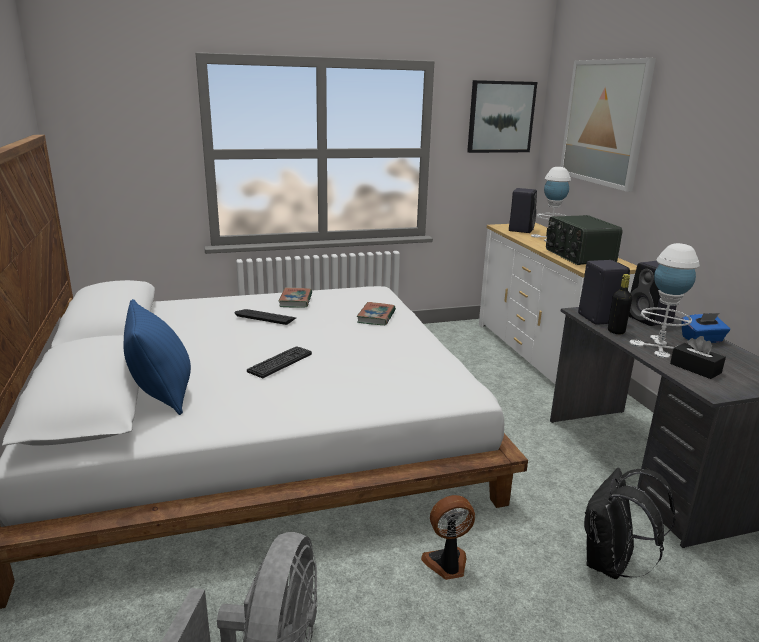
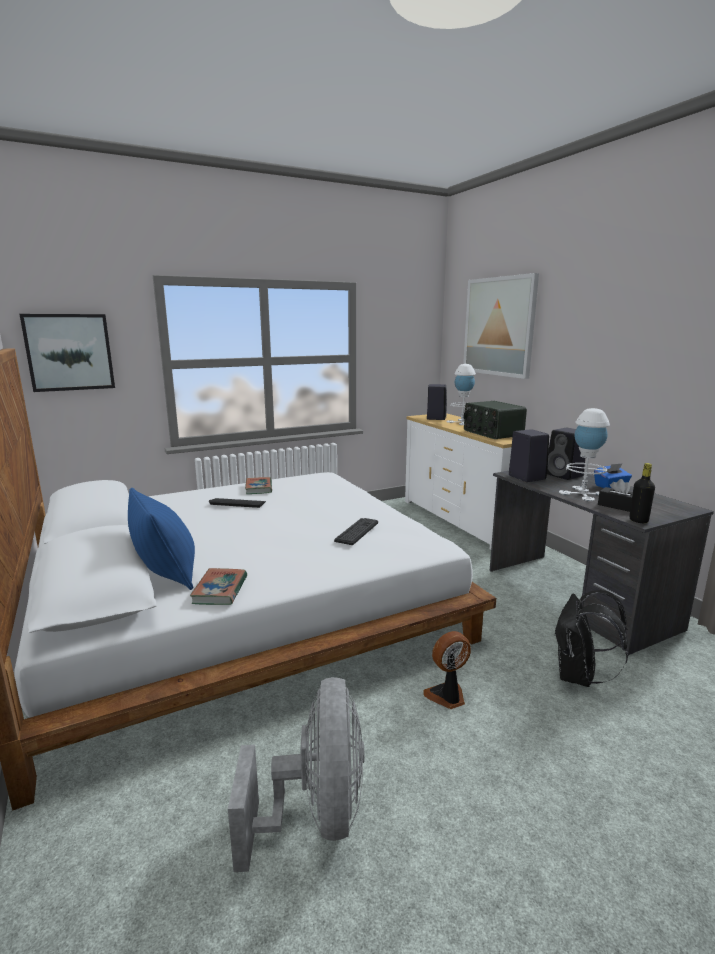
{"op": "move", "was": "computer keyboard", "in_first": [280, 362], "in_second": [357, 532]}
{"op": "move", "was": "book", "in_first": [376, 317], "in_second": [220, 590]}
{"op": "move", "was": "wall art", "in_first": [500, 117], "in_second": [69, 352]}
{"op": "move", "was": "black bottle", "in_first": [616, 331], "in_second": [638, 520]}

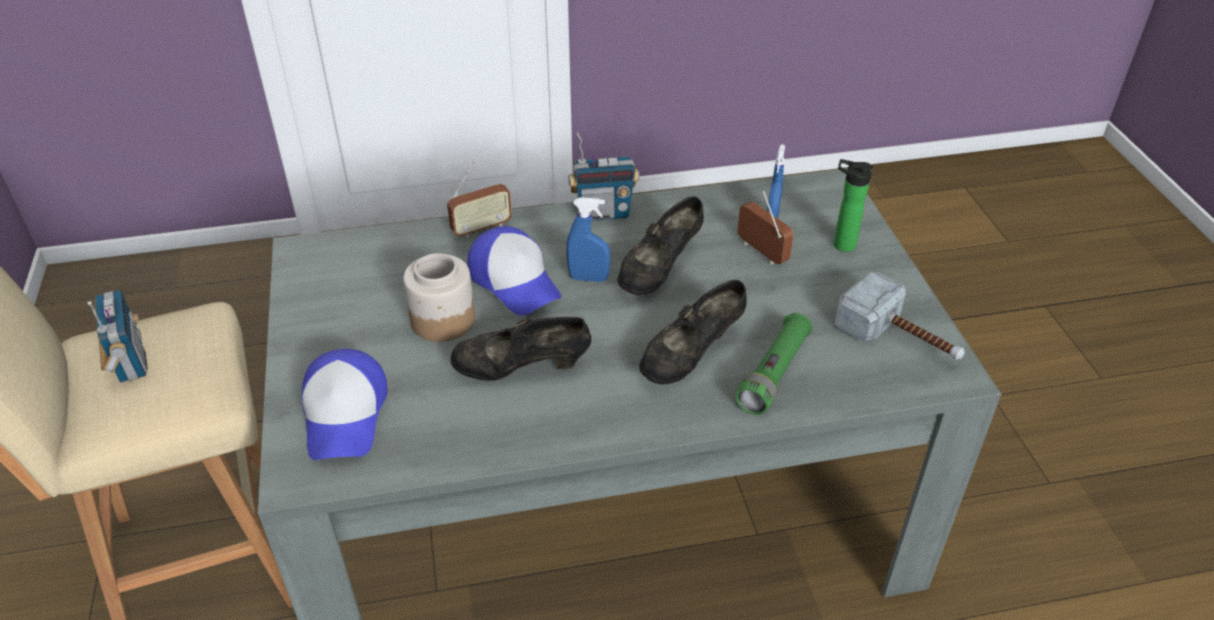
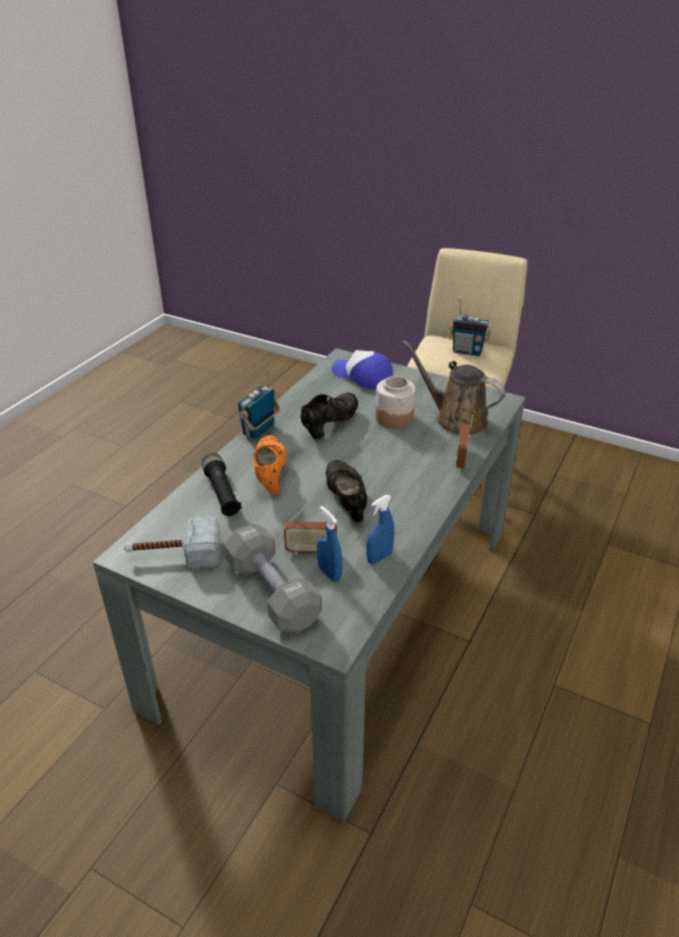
{"op": "delete", "was": "cap", "in_first": [515, 281]}
{"op": "move", "was": "blue spray bottle", "in_first": [588, 278], "in_second": [379, 557]}
{"op": "move", "was": "radio set", "in_first": [603, 213], "in_second": [259, 430]}
{"op": "recolor", "was": "black low shoe", "now": "orangey low shoe", "in_first": [691, 356], "in_second": [270, 474]}
{"op": "recolor", "was": "green-coloured torch", "now": "black torch", "in_first": [774, 374], "in_second": [222, 493]}
{"op": "replace", "was": "bottle", "now": "gray hand weight", "in_first": [840, 244], "in_second": [272, 593]}
{"op": "insert", "now": "brown-coloured watering can", "in_second": [456, 419]}

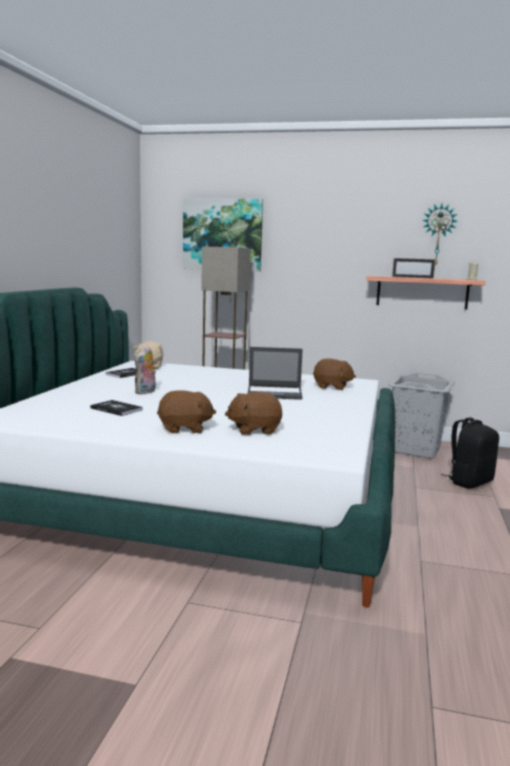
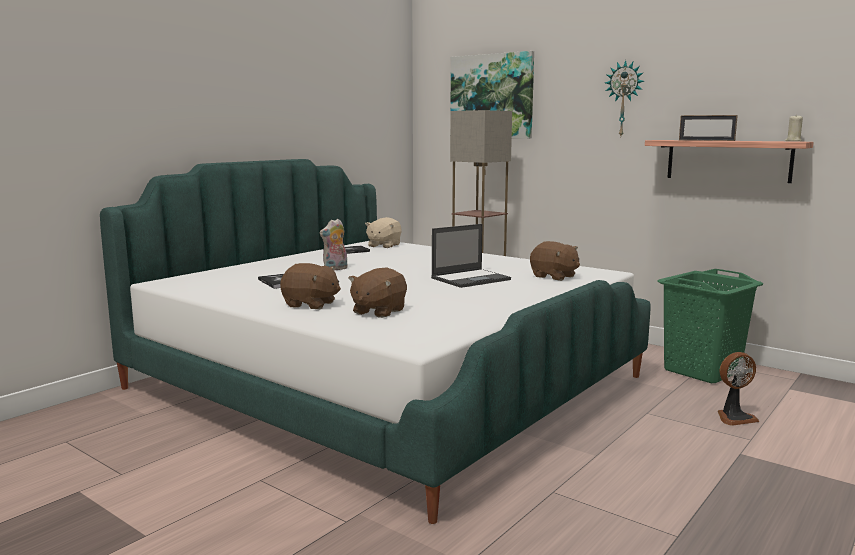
{"op": "rotate", "was": "brown-coloured cuddly toy", "in_first": [254, 430], "in_second": [378, 311], "clockwise": -75}
{"op": "rotate", "was": "notebook computer", "in_first": [275, 393], "in_second": [471, 279], "clockwise": -60}
{"op": "recolor", "was": "gray hamper", "now": "green-coloured hamper", "in_first": [416, 450], "in_second": [702, 371]}
{"op": "move", "was": "wall clock", "in_first": [438, 235], "in_second": [624, 99]}
{"op": "replace", "was": "black rucksack", "now": "electric fan", "in_first": [469, 482], "in_second": [734, 417]}

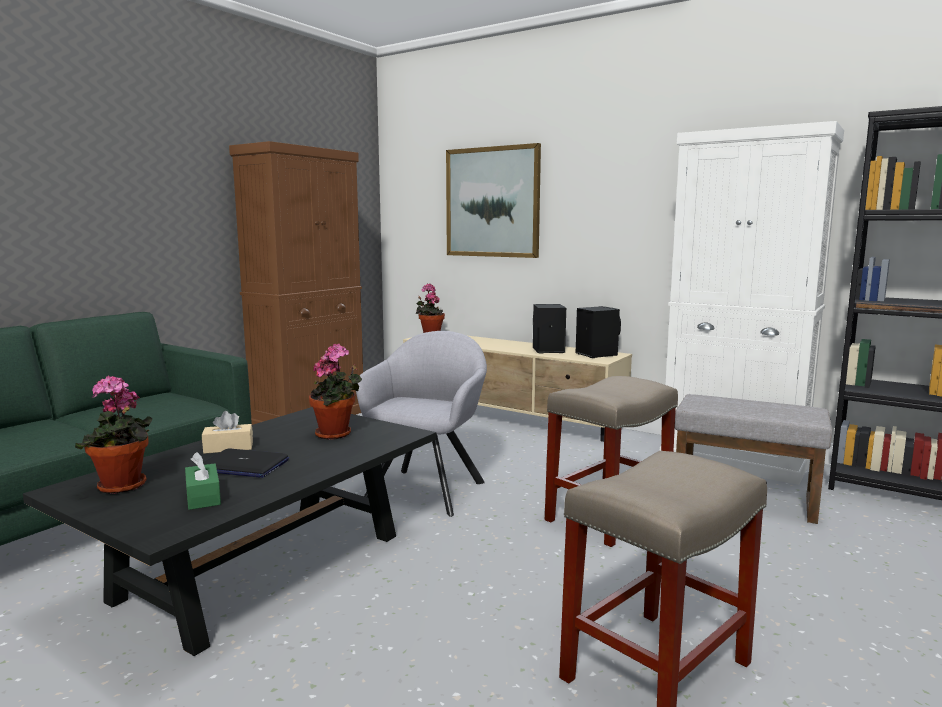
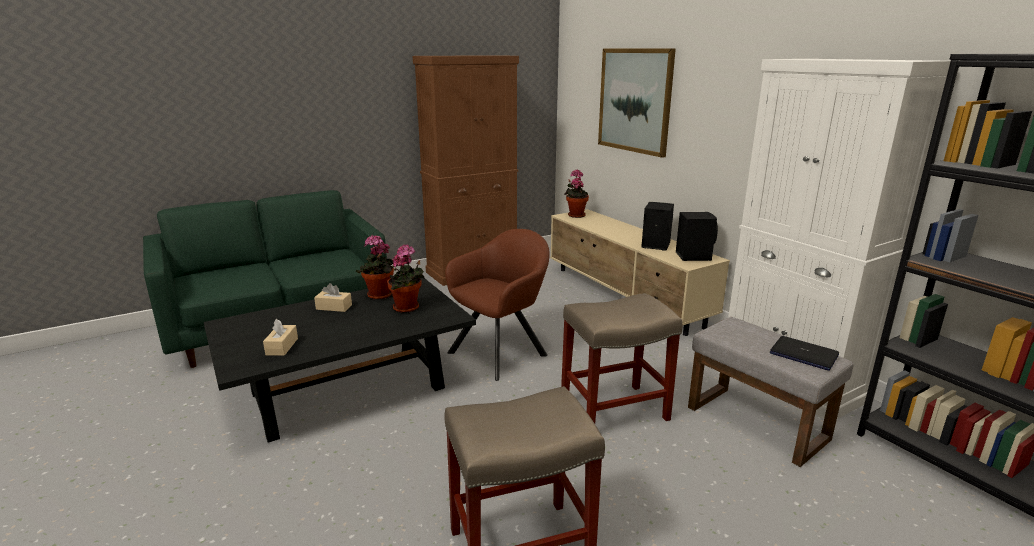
{"op": "move", "was": "plant in a pot", "in_first": [122, 487], "in_second": [379, 296]}
{"op": "recolor", "was": "green-coloured box of tissues", "now": "beige box of tissues", "in_first": [203, 497], "in_second": [282, 346]}
{"op": "move", "was": "notebook computer", "in_first": [243, 465], "in_second": [803, 354]}
{"op": "recolor", "was": "gray lounge chair", "now": "brown-coloured lounge chair", "in_first": [429, 488], "in_second": [502, 352]}

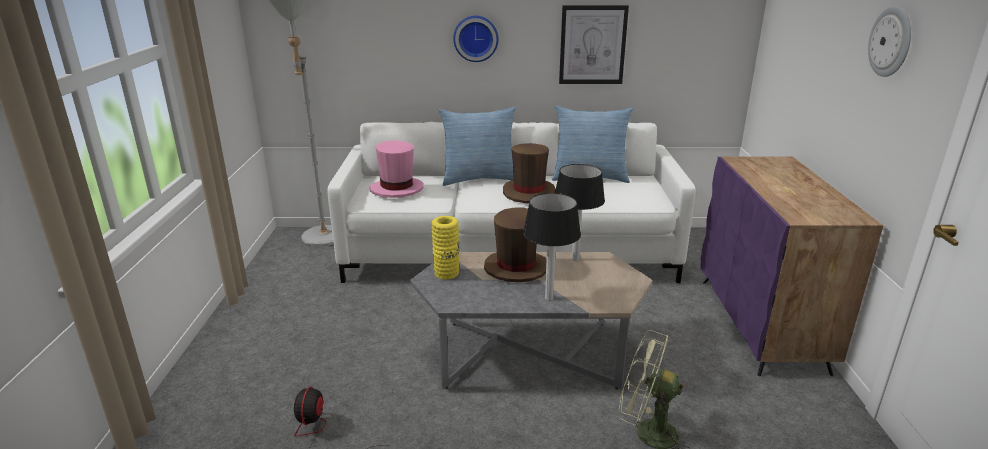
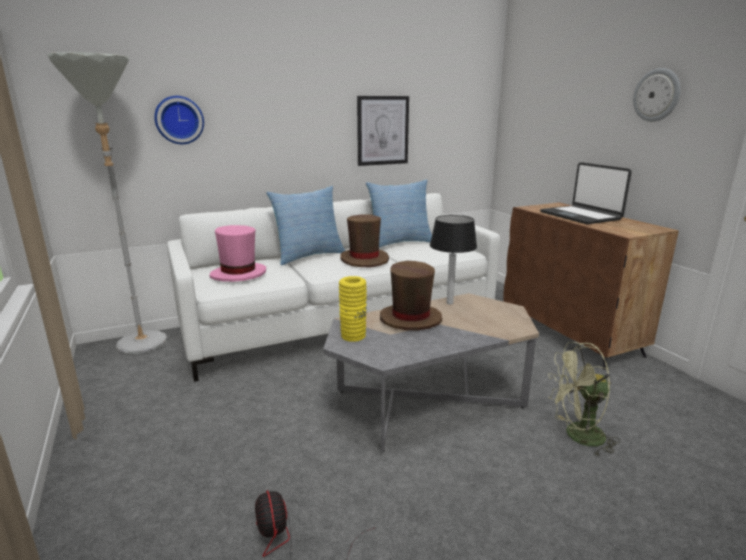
{"op": "move", "was": "wall clock", "in_first": [476, 38], "in_second": [179, 120]}
{"op": "delete", "was": "table lamp", "in_first": [549, 298]}
{"op": "recolor", "was": "purple storage cabinet", "now": "brown-coloured storage cabinet", "in_first": [761, 324], "in_second": [570, 334]}
{"op": "insert", "now": "notebook computer", "in_second": [580, 216]}

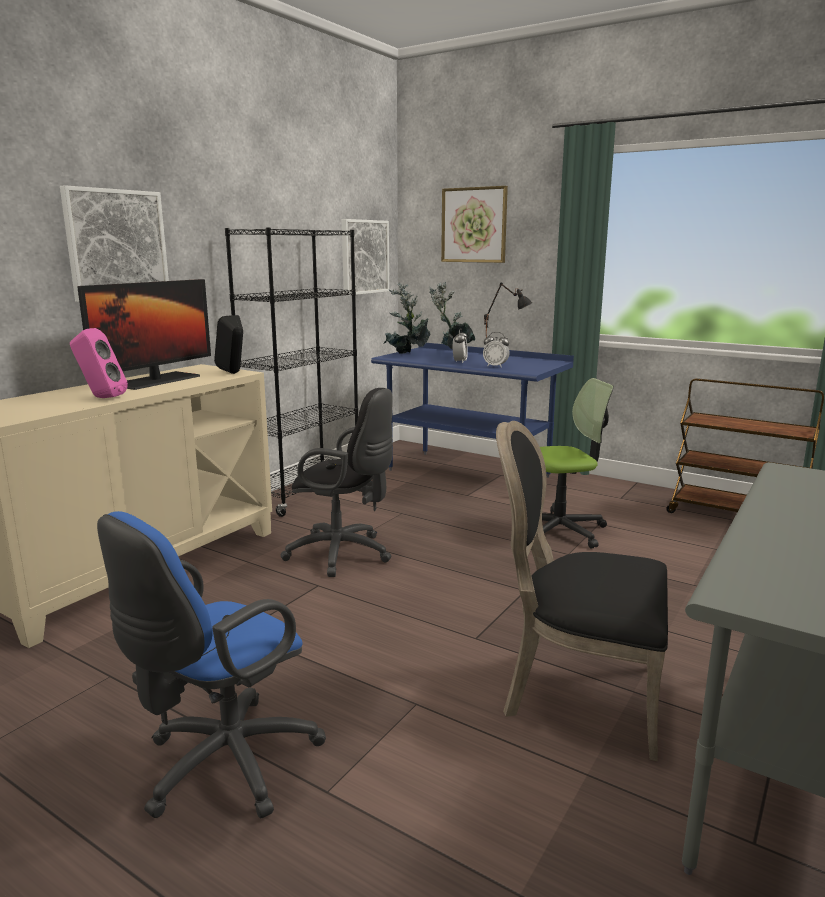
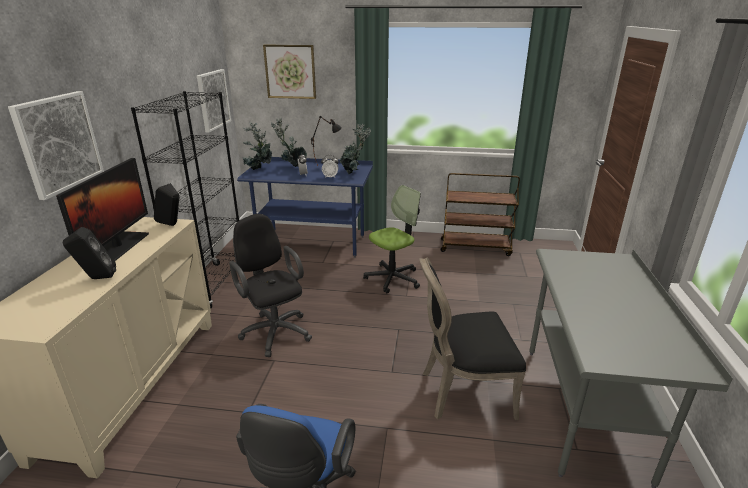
{"op": "recolor", "was": "pink-coloured speaker", "now": "black speaker", "in_first": [101, 397], "in_second": [96, 278]}
{"op": "rotate", "was": "black desk chair", "in_first": [344, 554], "in_second": [274, 330], "clockwise": -120}
{"op": "insert", "now": "plant in a pot", "in_second": [354, 173]}

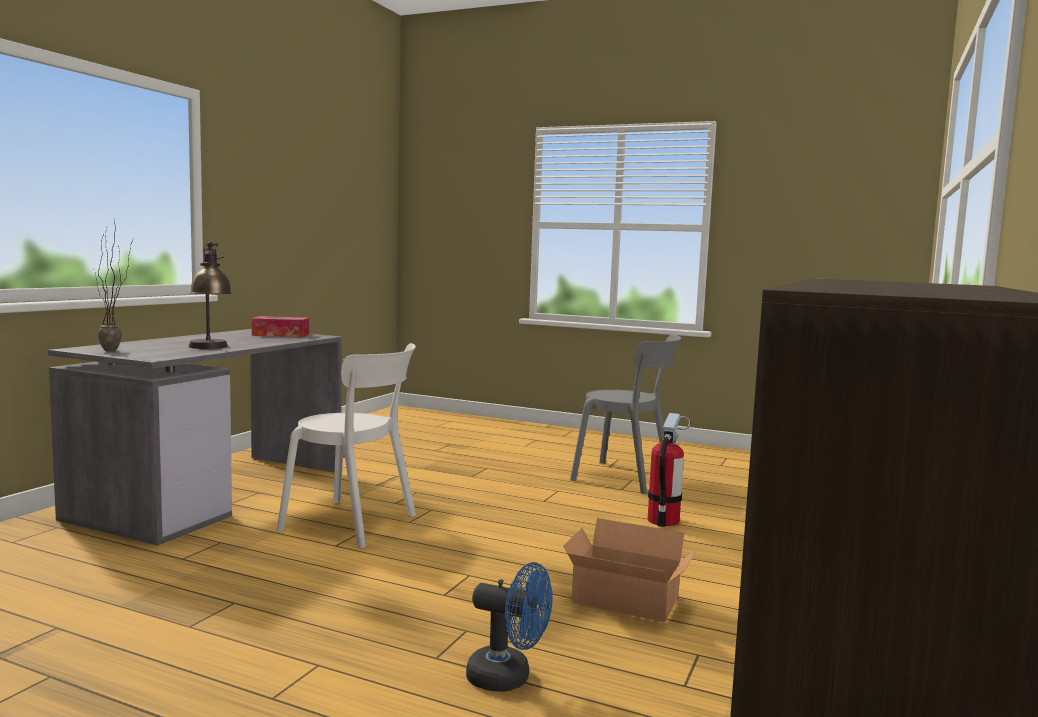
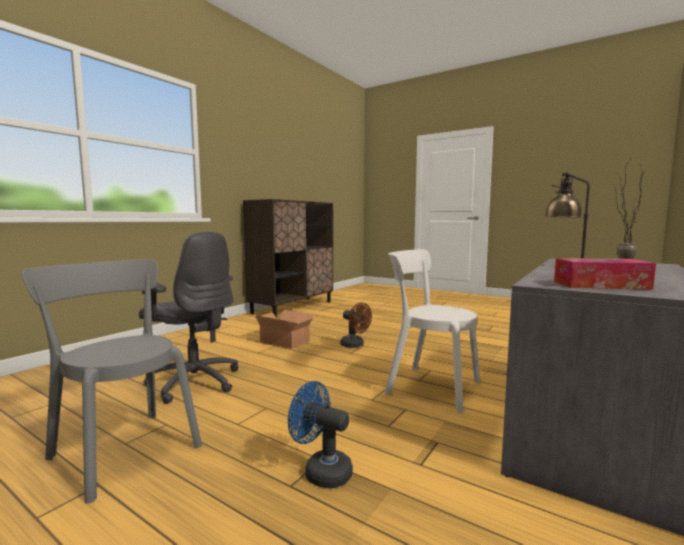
{"op": "move", "was": "blue electric fan", "in_first": [508, 678], "in_second": [321, 471]}
{"op": "replace", "was": "extinguisher", "now": "gray desk chair", "in_first": [663, 521], "in_second": [194, 382]}
{"op": "insert", "now": "brown-coloured electric fan", "in_second": [355, 345]}

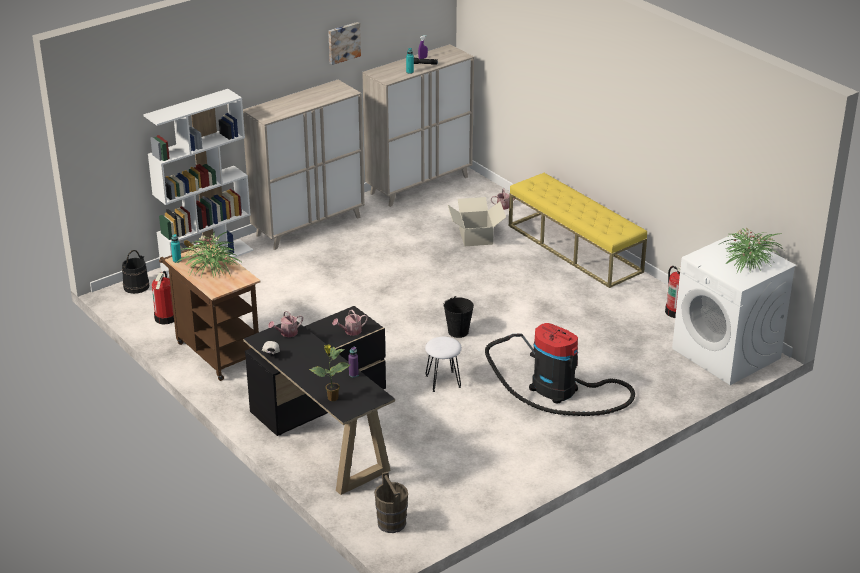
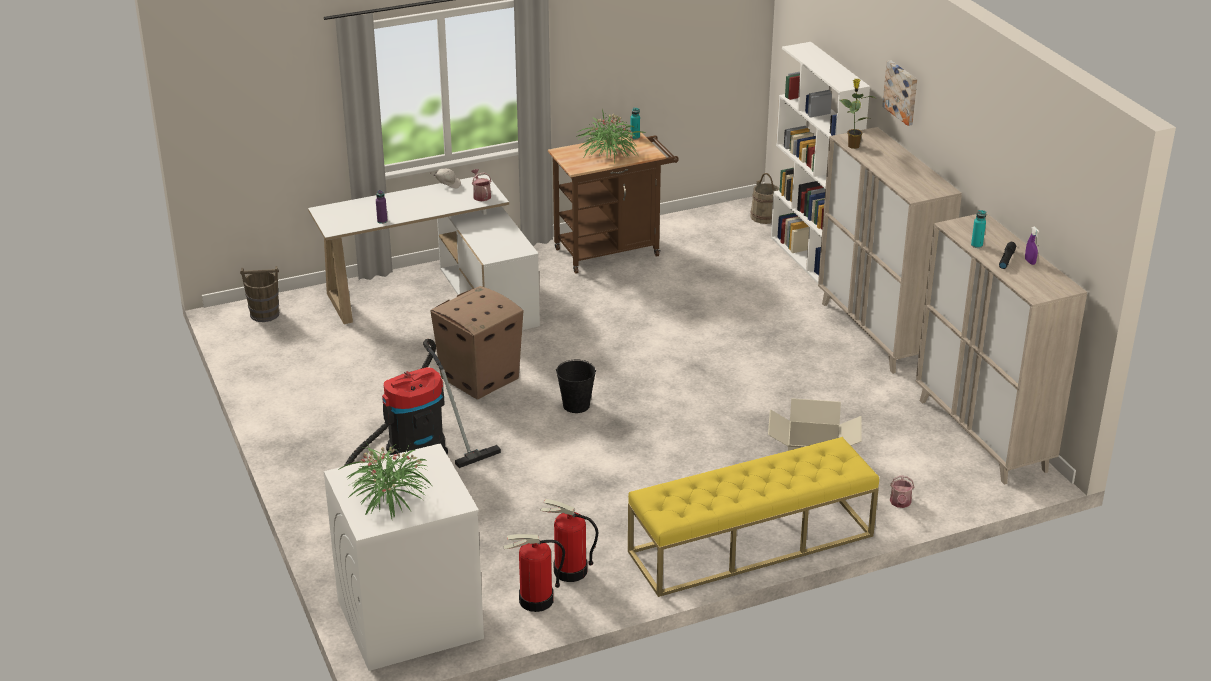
{"op": "recolor", "was": "black bucket", "now": "beige bucket", "in_first": [136, 286], "in_second": [765, 216]}
{"op": "move", "was": "extinguisher", "in_first": [166, 318], "in_second": [570, 571]}
{"op": "recolor", "was": "black desk table", "now": "white desk table", "in_first": [326, 427], "in_second": [439, 298]}
{"op": "move", "was": "plant in a pot", "in_first": [332, 398], "in_second": [853, 145]}
{"op": "move", "was": "wall art", "in_first": [343, 42], "in_second": [902, 92]}
{"op": "delete", "was": "watering can", "in_first": [350, 331]}
{"op": "replace", "was": "white sitting stool", "now": "cardboard box", "in_first": [443, 381], "in_second": [479, 378]}

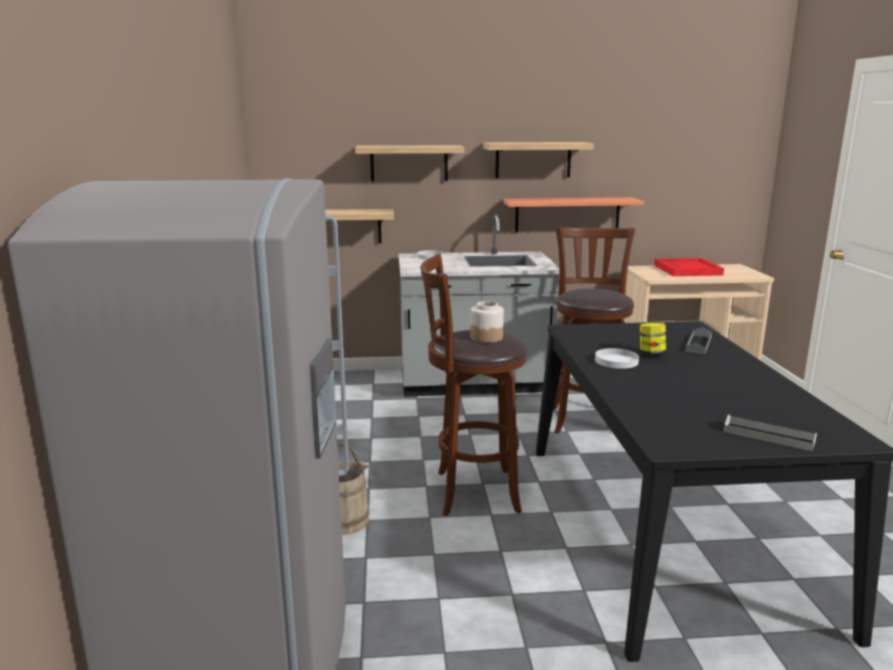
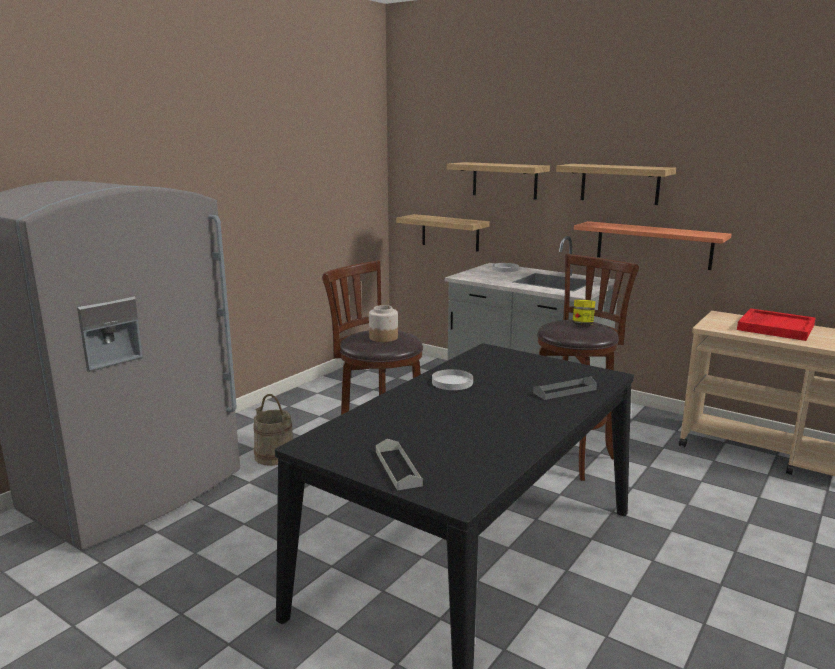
{"op": "move", "was": "storage jar", "in_first": [651, 354], "in_second": [582, 325]}

